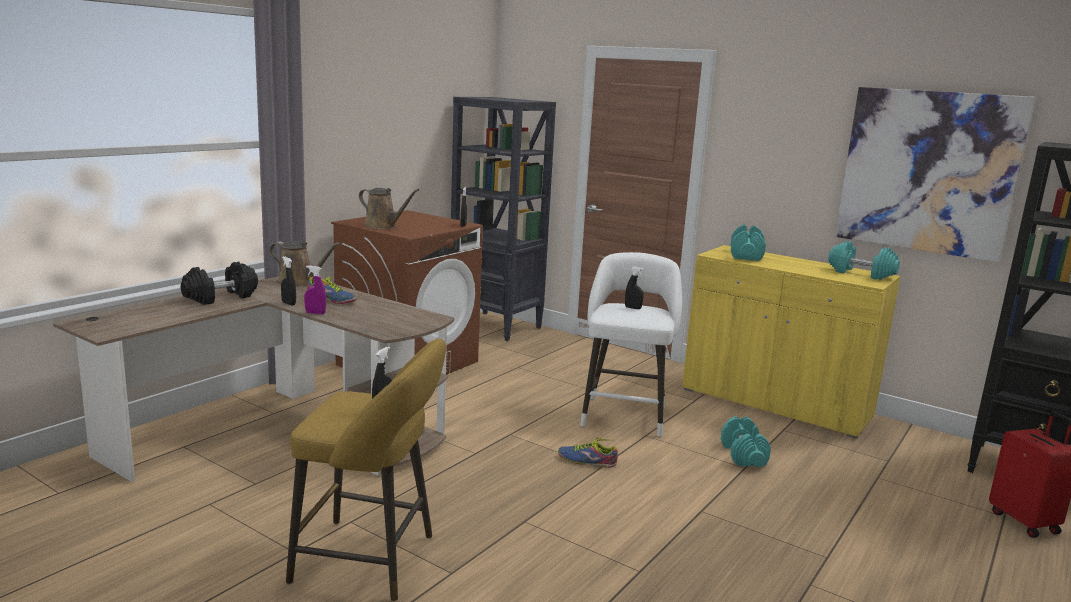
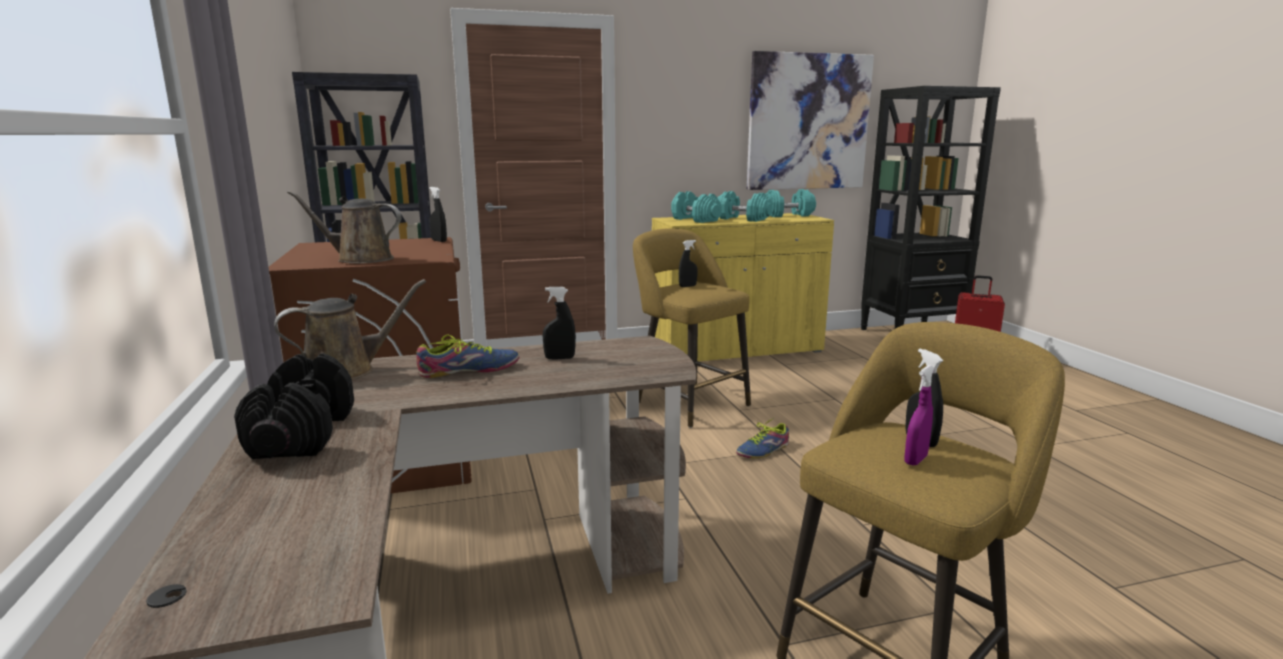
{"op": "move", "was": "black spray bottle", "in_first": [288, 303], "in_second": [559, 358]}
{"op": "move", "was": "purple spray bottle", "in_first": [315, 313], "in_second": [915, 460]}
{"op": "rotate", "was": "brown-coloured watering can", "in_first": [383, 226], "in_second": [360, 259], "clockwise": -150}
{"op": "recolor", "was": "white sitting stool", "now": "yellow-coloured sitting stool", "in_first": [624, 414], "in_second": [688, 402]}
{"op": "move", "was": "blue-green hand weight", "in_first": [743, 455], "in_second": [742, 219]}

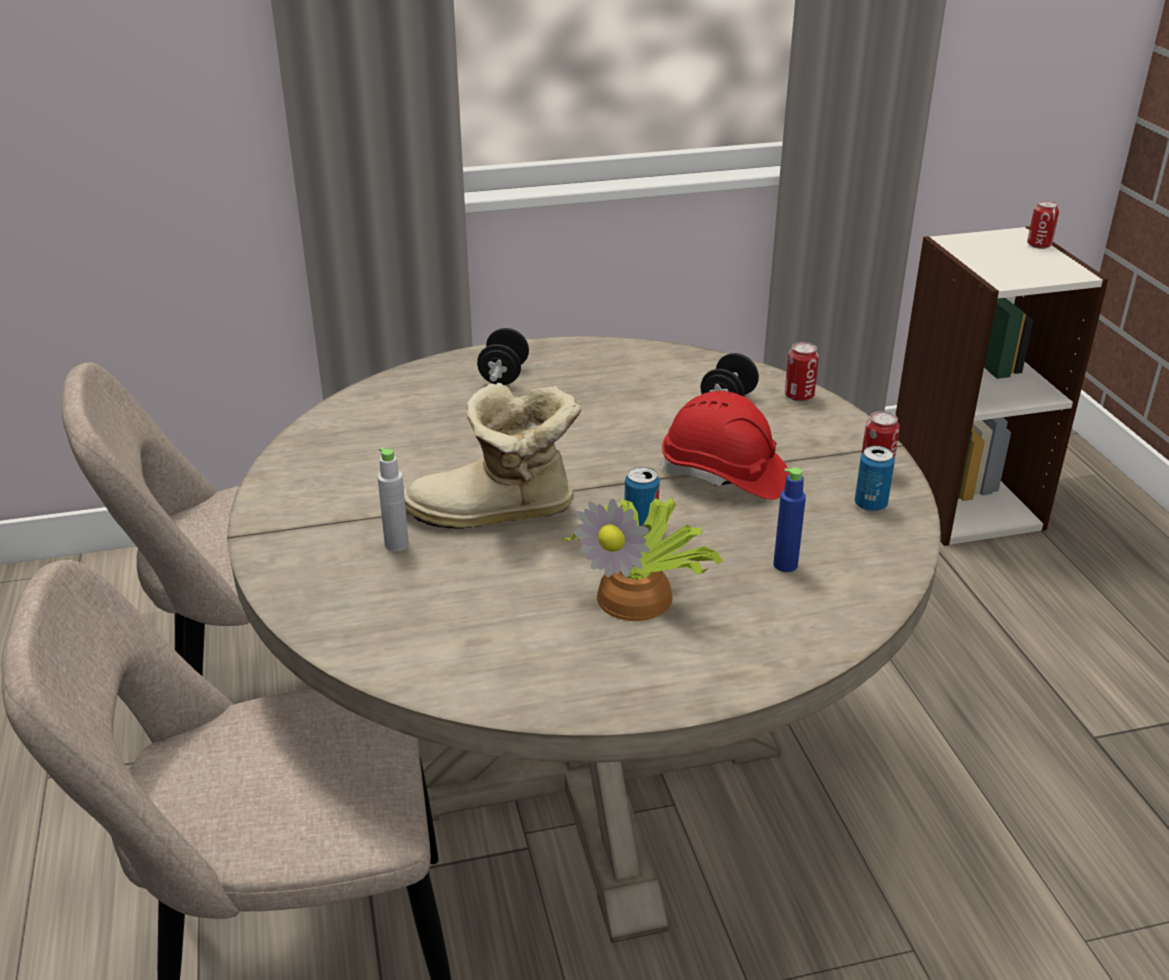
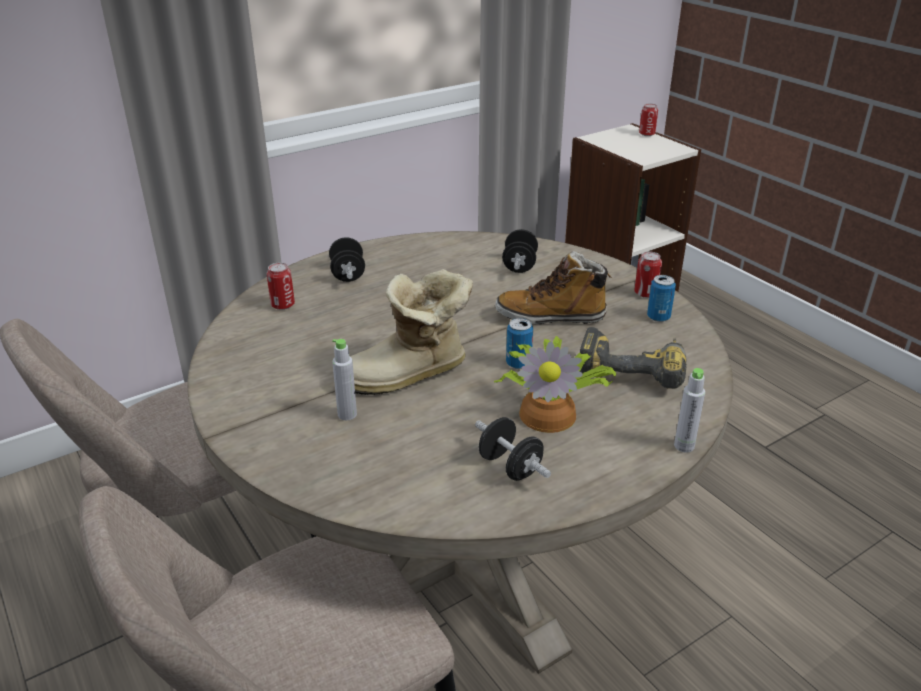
{"op": "replace", "was": "reddish work helmet", "now": "high-top boot", "in_first": [724, 476], "in_second": [551, 316]}
{"op": "replace", "was": "blue bottle", "now": "electric drill", "in_first": [785, 565], "in_second": [632, 369]}
{"op": "move", "was": "sealed can", "in_first": [799, 396], "in_second": [283, 305]}
{"op": "insert", "now": "black hand weight", "in_second": [510, 466]}
{"op": "insert", "now": "gray bottle", "in_second": [684, 446]}

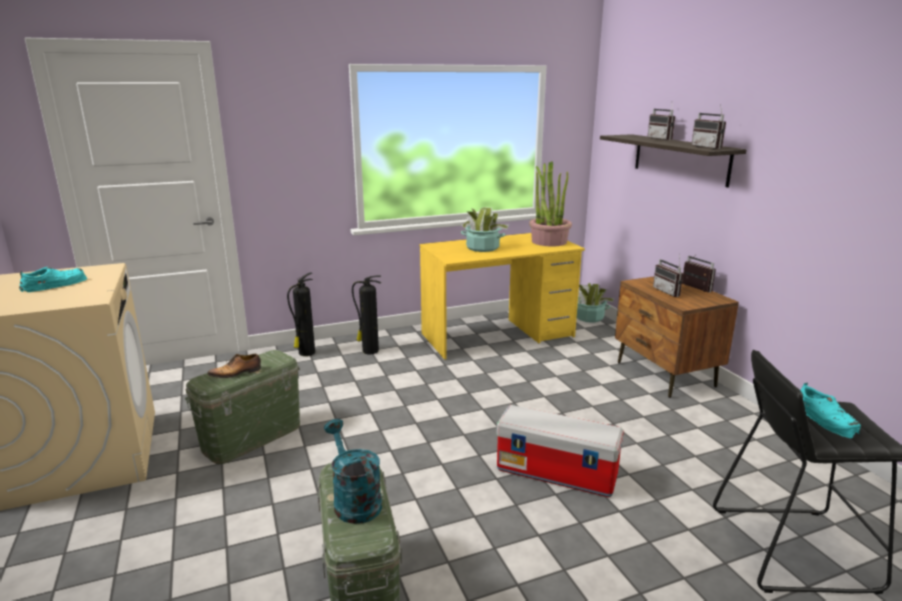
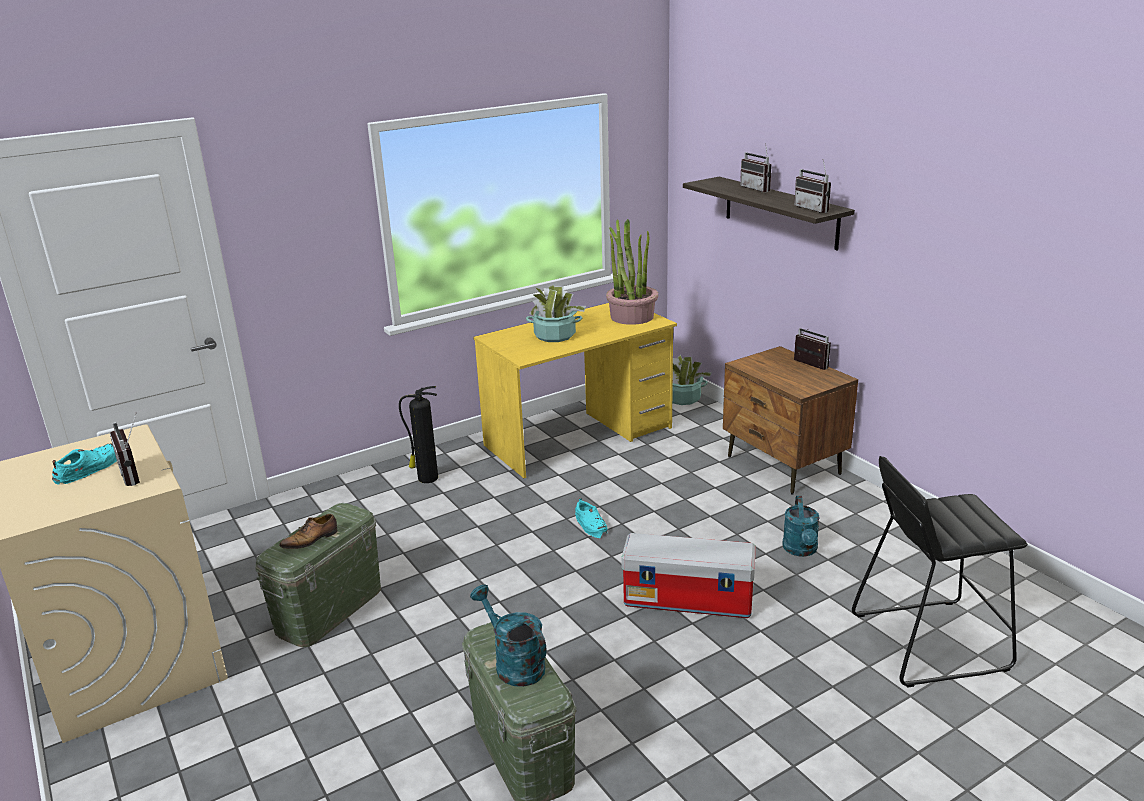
{"op": "delete", "was": "extinguisher", "in_first": [306, 353]}
{"op": "move", "was": "radio set", "in_first": [669, 292], "in_second": [136, 473]}
{"op": "move", "was": "blue-green low shoe", "in_first": [825, 419], "in_second": [591, 524]}
{"op": "insert", "now": "blue-green watering can", "in_second": [801, 550]}

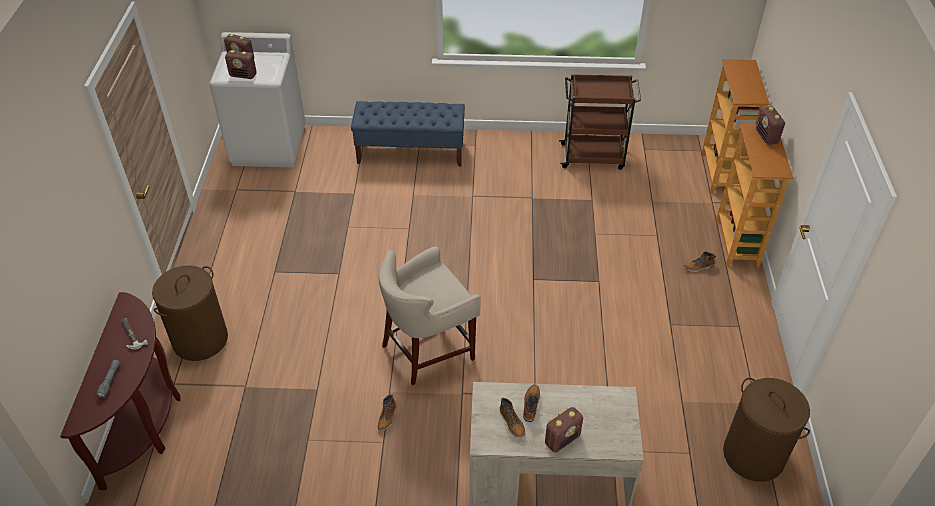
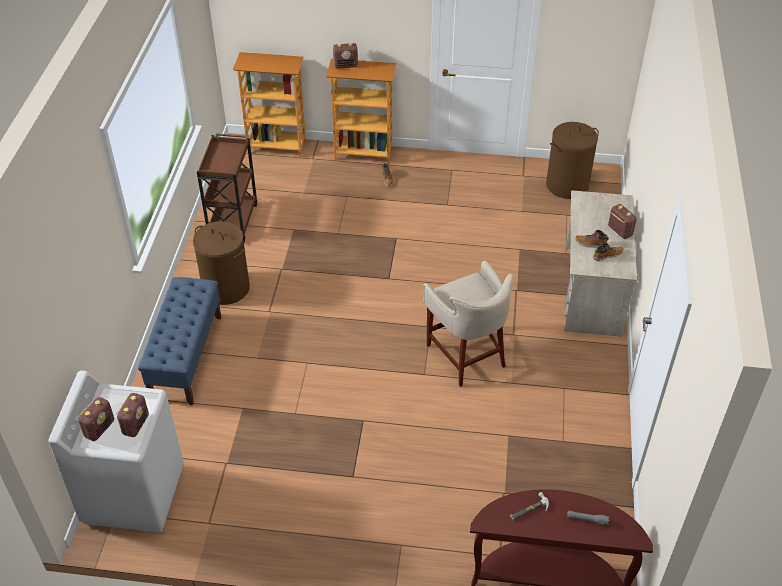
{"op": "move", "was": "brown-coloured hamper", "in_first": [200, 340], "in_second": [226, 288]}
{"op": "delete", "was": "high-top boot", "in_first": [387, 417]}

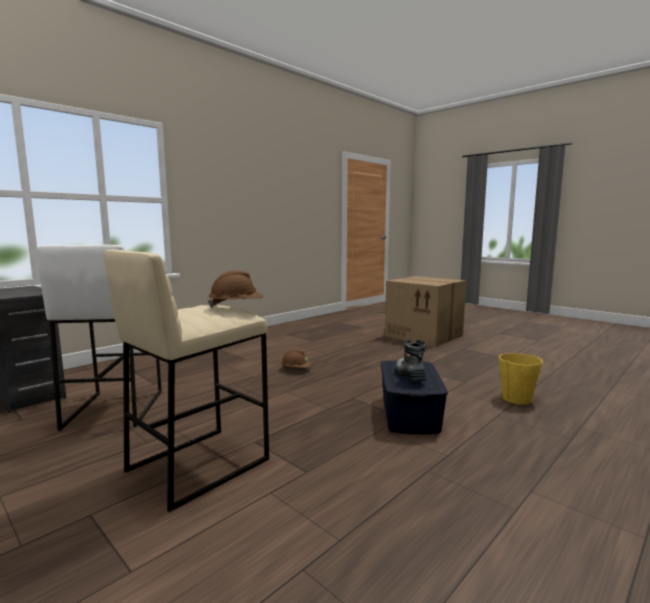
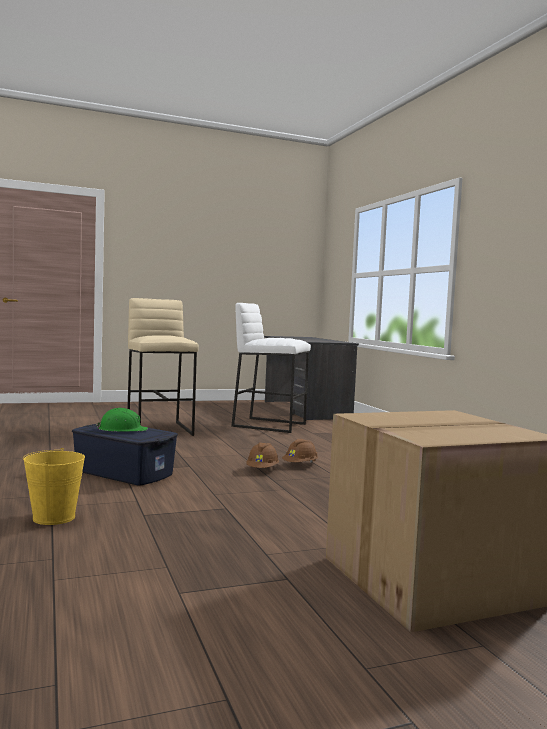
{"op": "move", "was": "brown-coloured work helmet", "in_first": [236, 307], "in_second": [262, 470]}
{"op": "replace", "was": "high-top boot", "now": "green-coloured work helmet", "in_first": [409, 376], "in_second": [122, 429]}

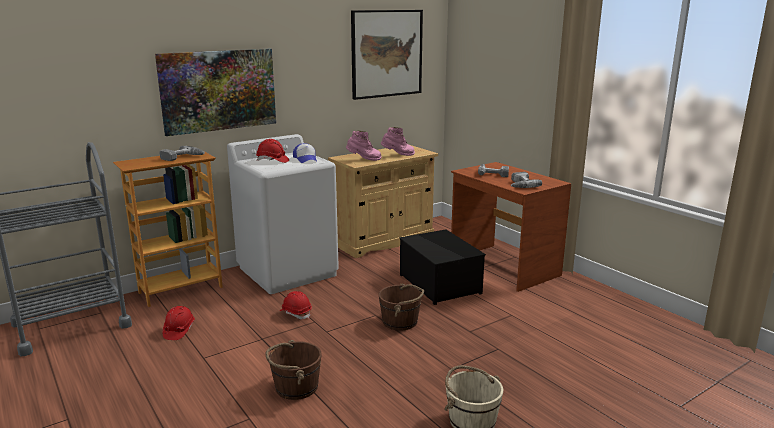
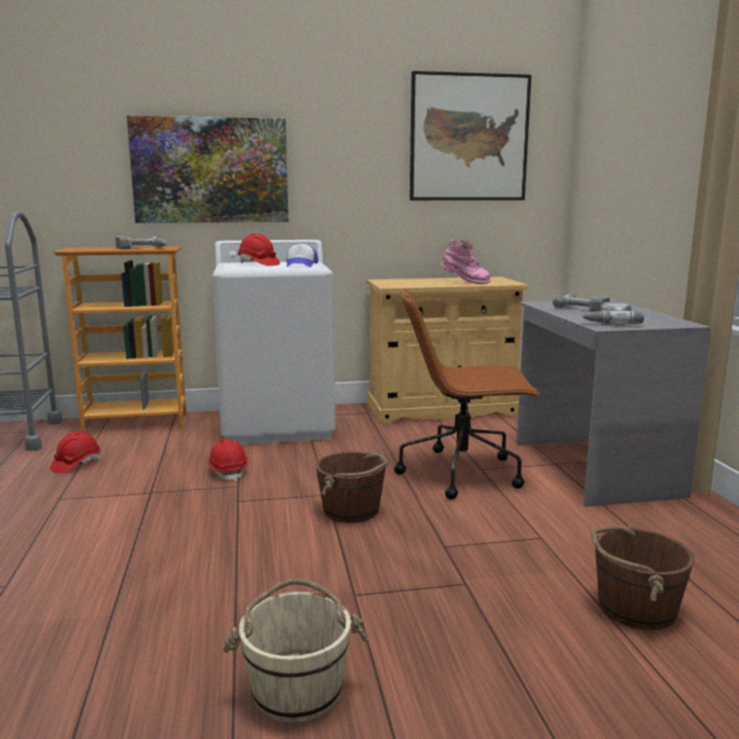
{"op": "move", "was": "brown-coloured bucket", "in_first": [295, 387], "in_second": [634, 607]}
{"op": "delete", "was": "pink-coloured high-top boot", "in_first": [364, 159]}
{"op": "replace", "was": "storage box", "now": "brown-coloured desk chair", "in_first": [438, 284], "in_second": [463, 473]}
{"op": "recolor", "was": "brown-coloured desk table", "now": "gray desk table", "in_first": [503, 267], "in_second": [592, 468]}

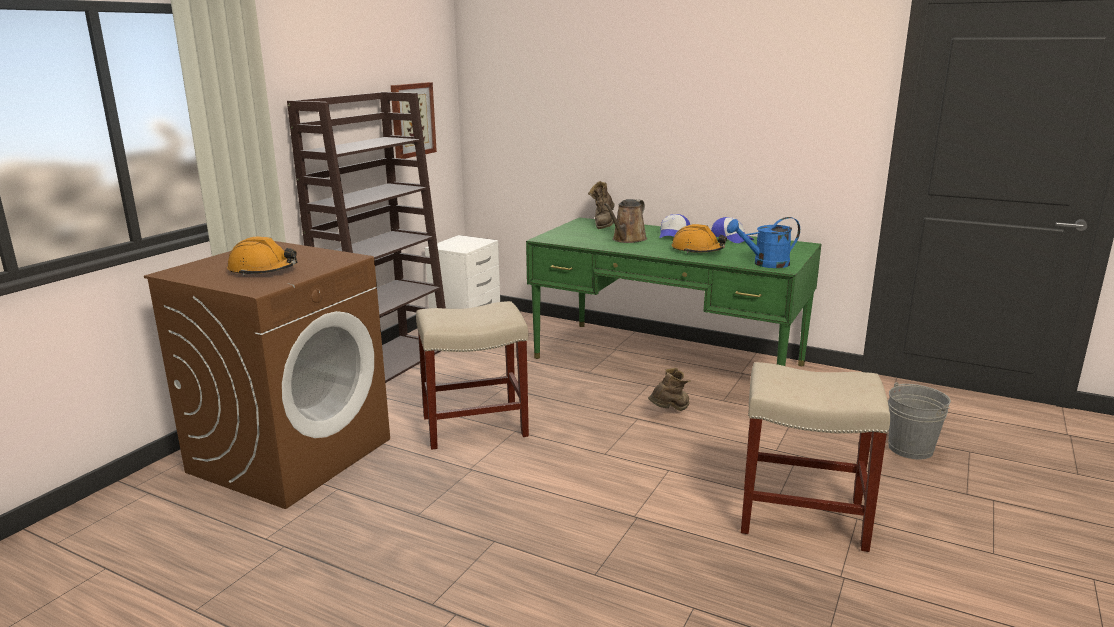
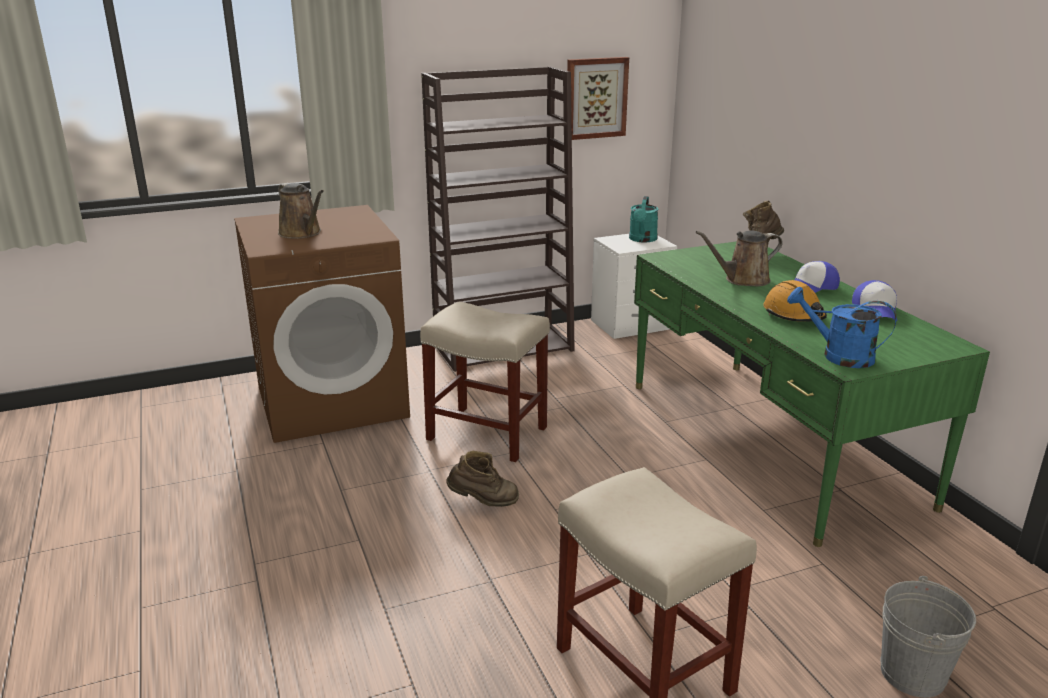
{"op": "replace", "was": "orangey work helmet", "now": "brown-coloured watering can", "in_first": [263, 270], "in_second": [302, 233]}
{"op": "move", "was": "brown-coloured high-top boot", "in_first": [670, 412], "in_second": [483, 502]}
{"op": "insert", "now": "blue-green watering can", "in_second": [642, 240]}

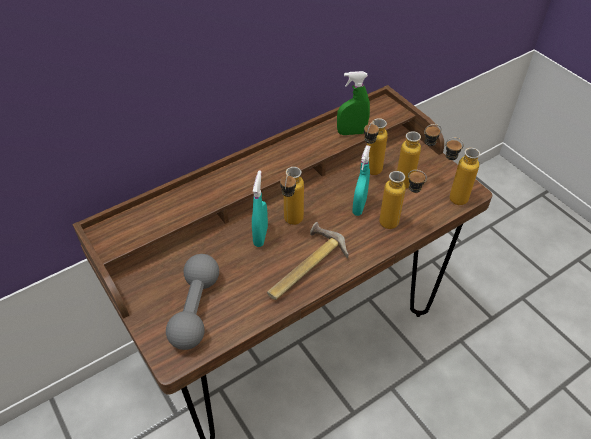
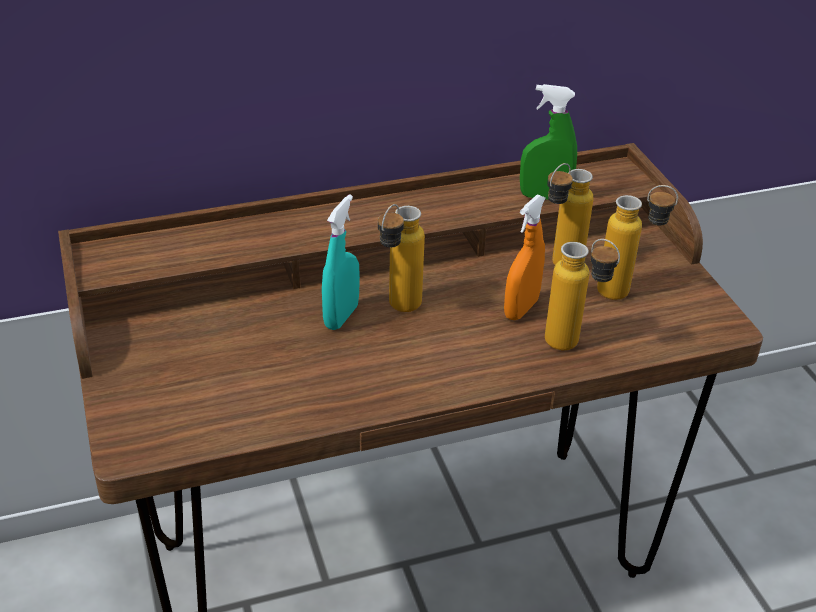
{"op": "delete", "was": "gray hand weight", "in_first": [195, 309]}
{"op": "delete", "was": "tool hammer", "in_first": [303, 266]}
{"op": "recolor", "was": "blue-green spray bottle", "now": "orangey spray bottle", "in_first": [359, 206], "in_second": [521, 309]}
{"op": "delete", "was": "bottle", "in_first": [450, 197]}

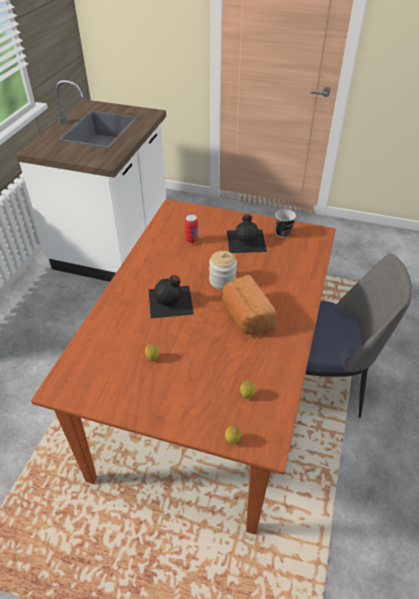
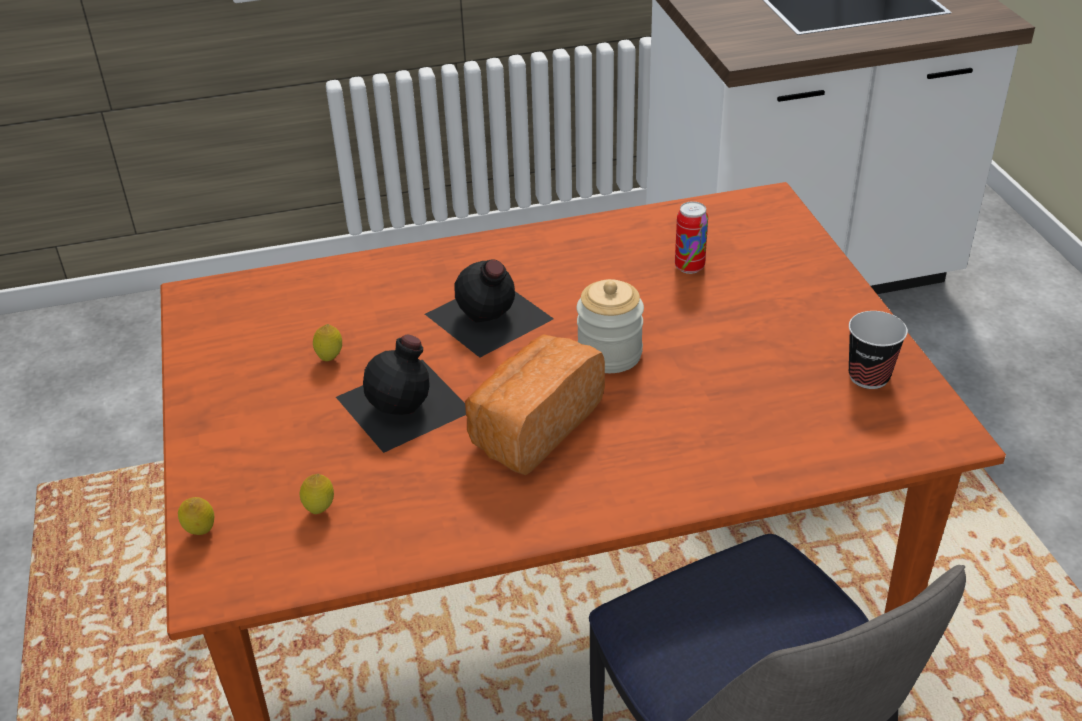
{"op": "move", "was": "black bottle", "in_first": [246, 240], "in_second": [406, 404]}

